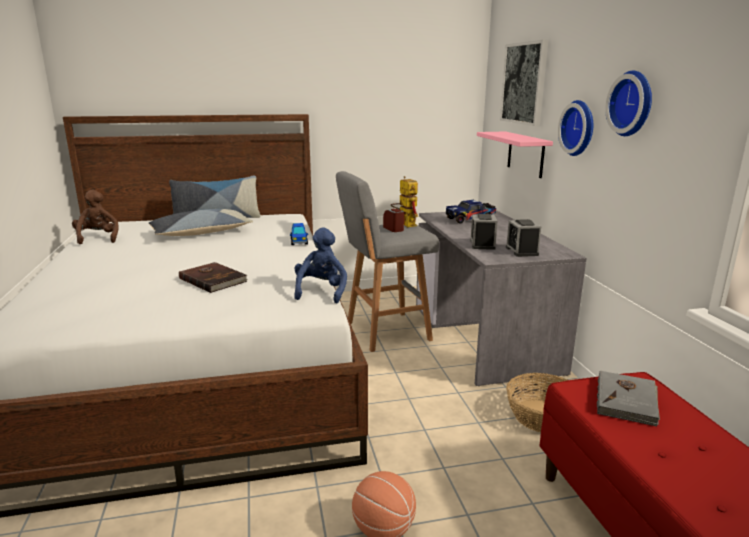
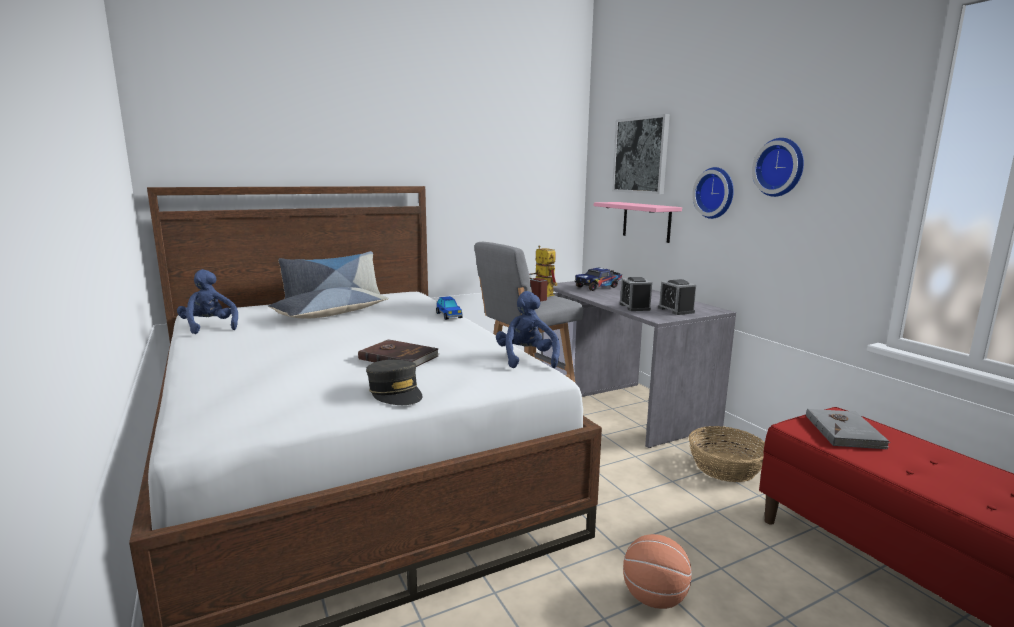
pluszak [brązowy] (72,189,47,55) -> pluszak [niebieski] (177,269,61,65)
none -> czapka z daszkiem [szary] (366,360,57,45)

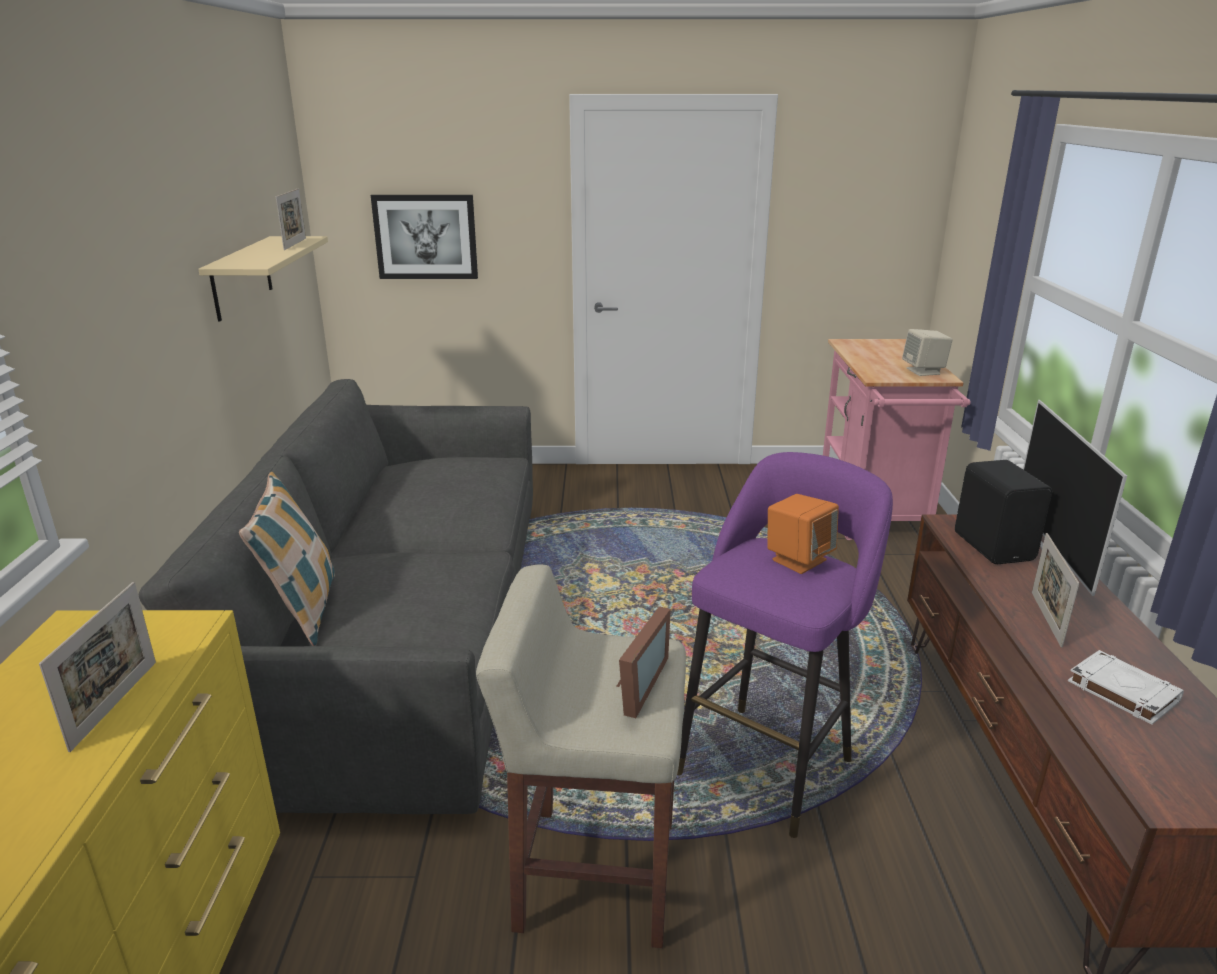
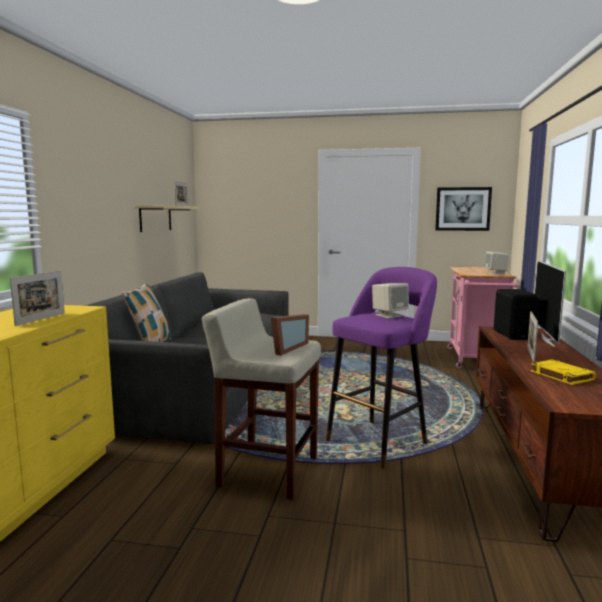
obraz (371,195,107,84) -> obraz (435,187,57,44), shifted
głośnik [pomarańczowy] (767,494,72,80) -> głośnik [beżowy] (372,283,37,35)
książka [biały] (1068,650,116,74) -> książka [żółty] (531,360,65,25)

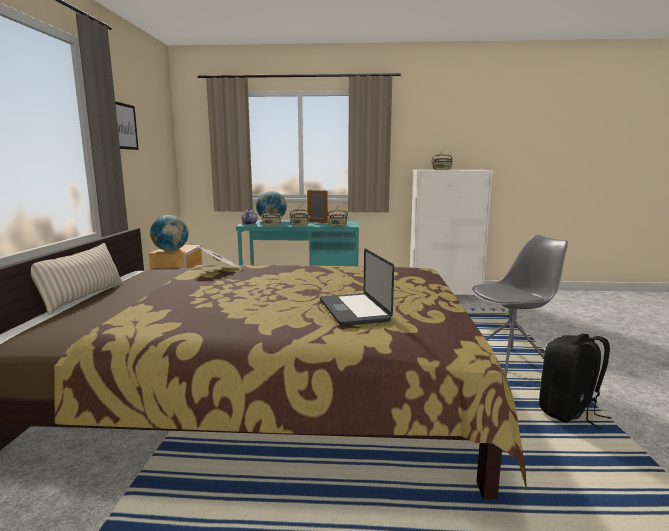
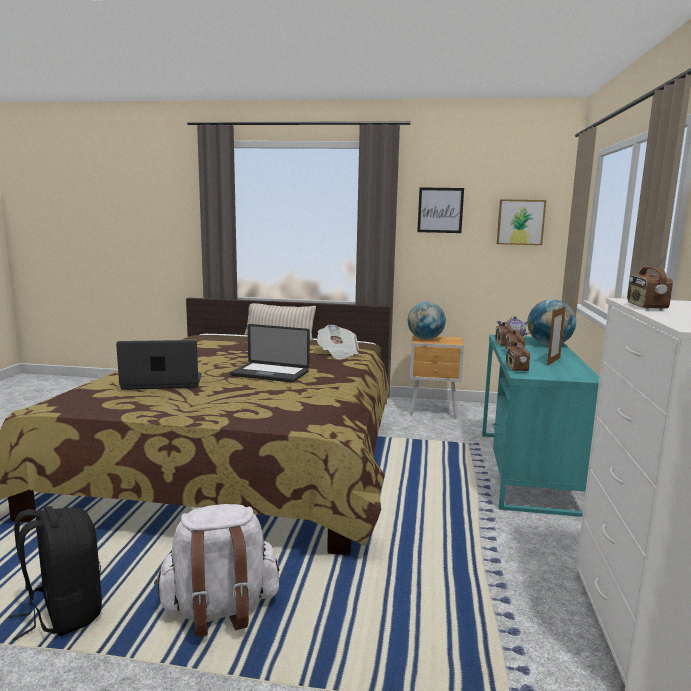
krzesło [szary] (471,235,97,143) -> plecak [biały] (154,504,125,133)
none -> laptop (230,324,80,58)
none -> obraz (497,199,49,46)

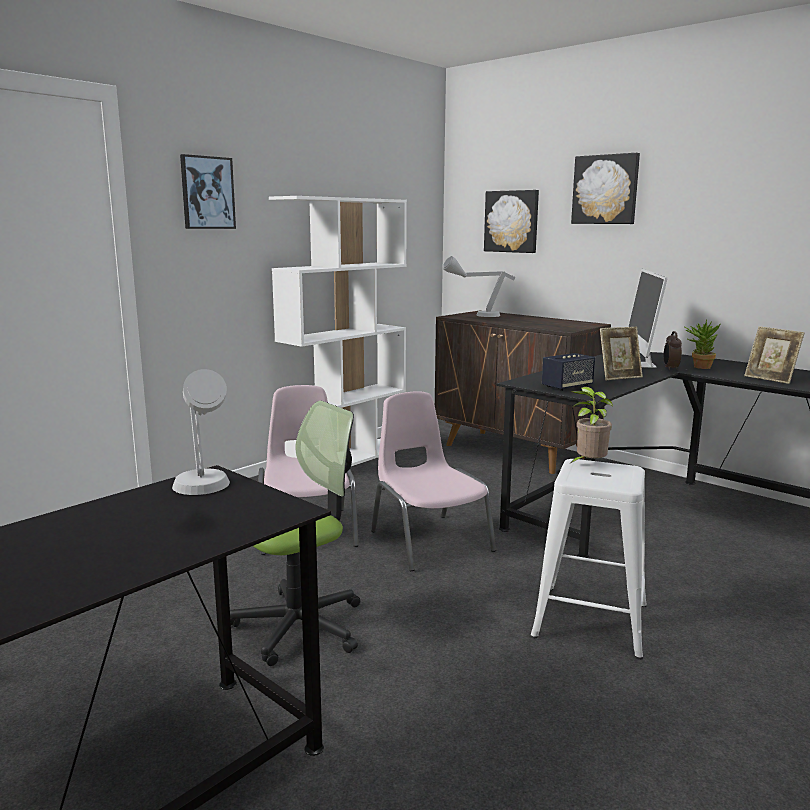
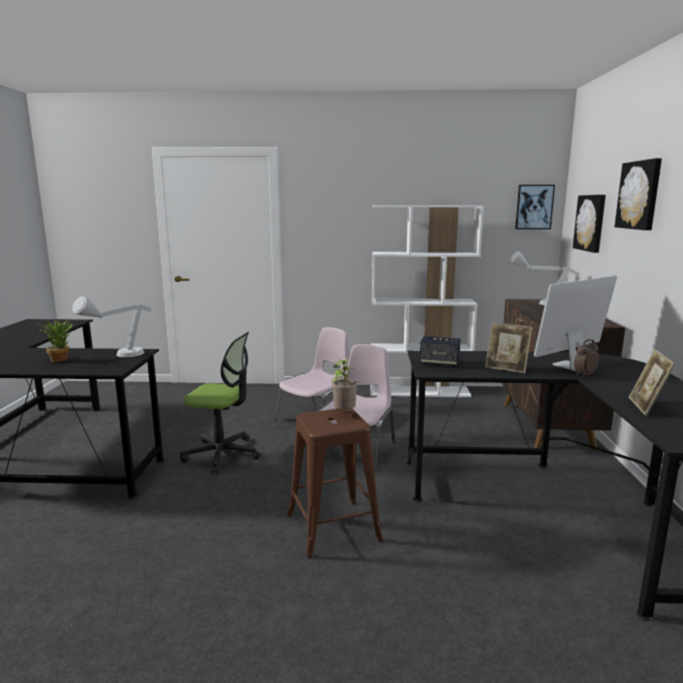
obraz (180,154,56,75) -> obraz (515,185,40,44), shifted
stołek [biały] (531,459,116,201) -> stołek [brązowy] (287,409,96,150)
roślina doniczkowa (685,319,36,50) -> roślina doniczkowa (38,318,35,44), shifted

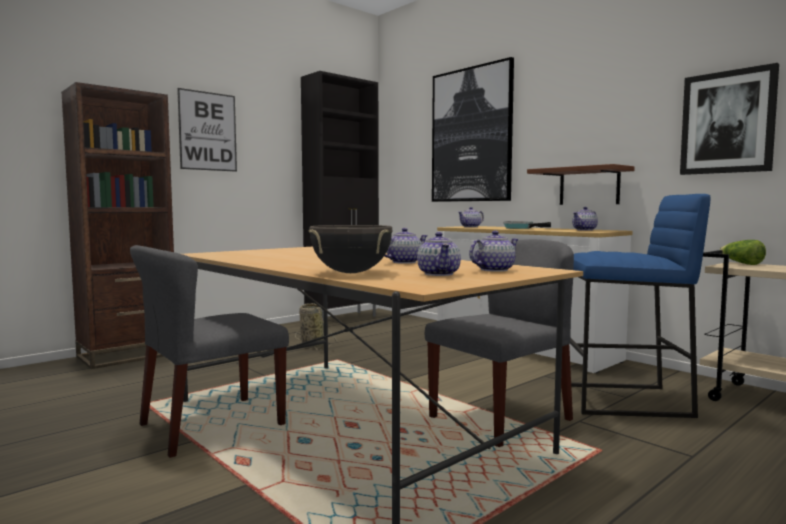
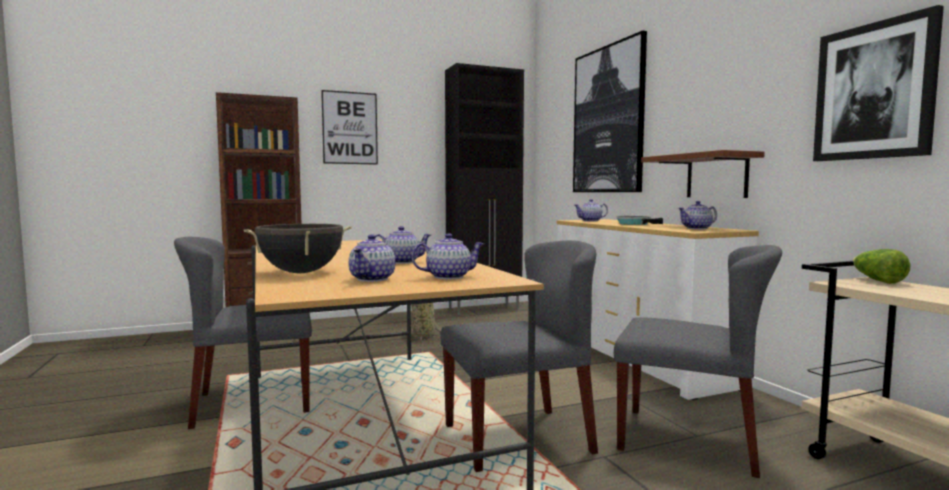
stołek [niebieski] (570,194,140,224) -> krzesło [szary] (614,245,168,233)

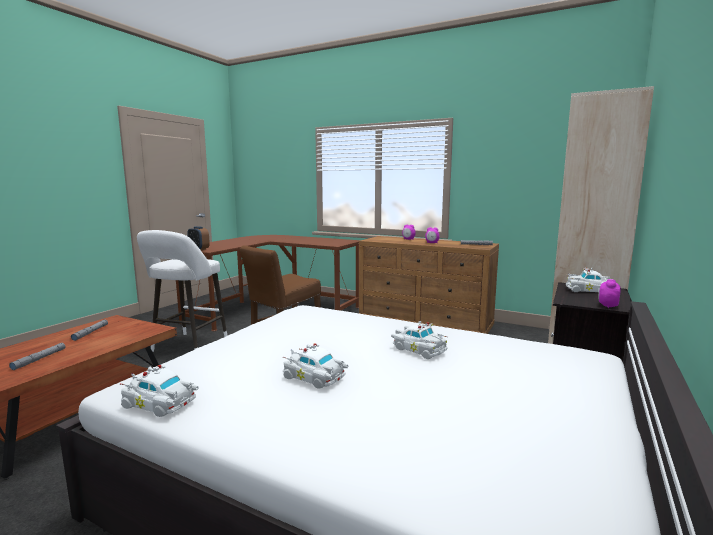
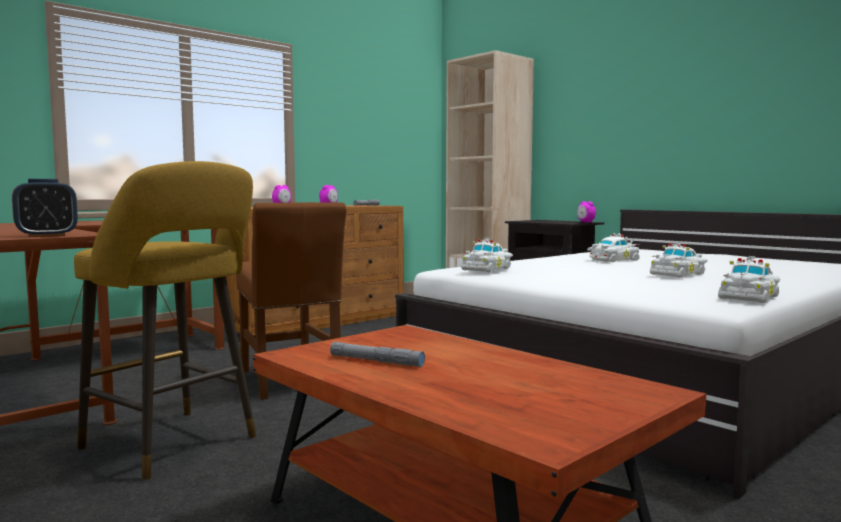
latarka [szary] (9,343,56,27) -> none
stołek [biały] (137,230,90,122) -> stołek [żółty] (74,161,182,319)
samochodzik [biały] (566,268,44,24) -> samochodzik [biały] (461,238,52,34), shifted

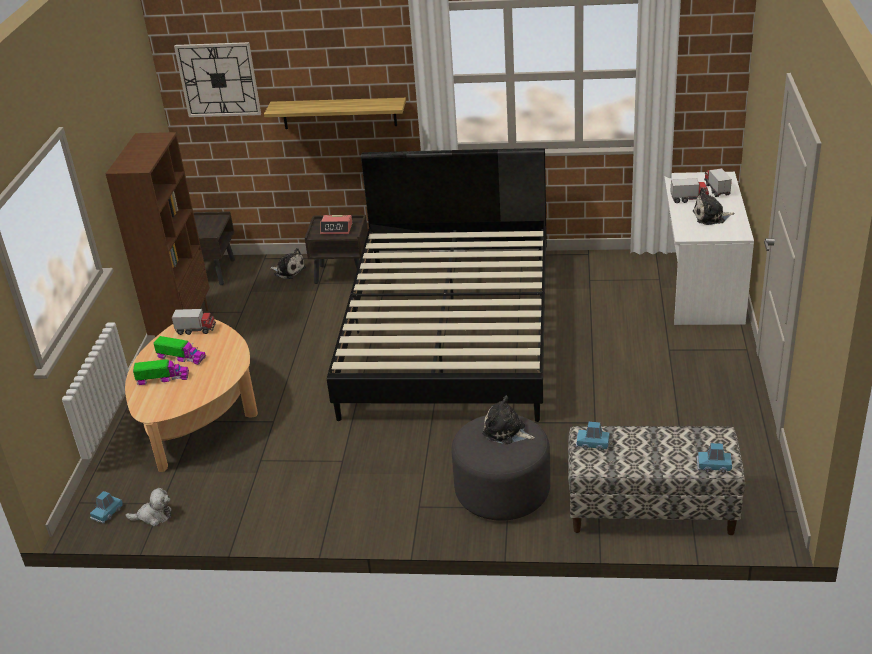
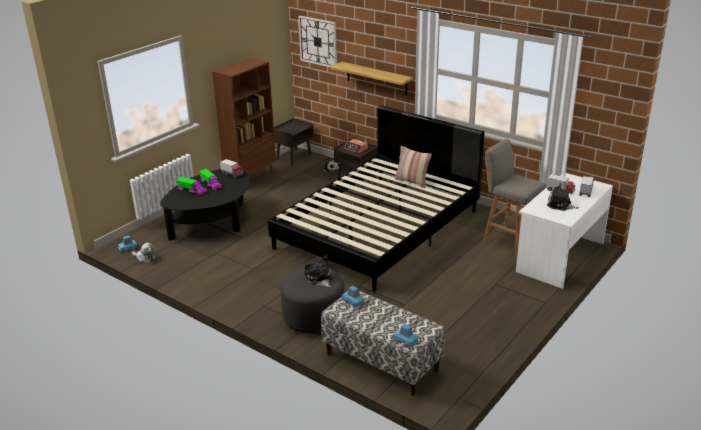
ława [beżowy] (125,319,133,153) -> ława [czarny] (160,168,90,73)
none -> poduszka (394,146,38,42)
none -> stołek [szary] (483,139,63,116)

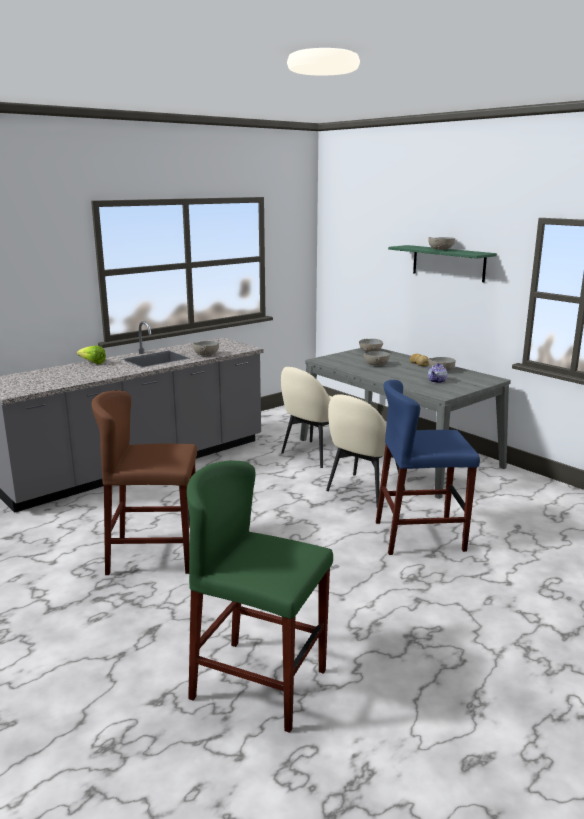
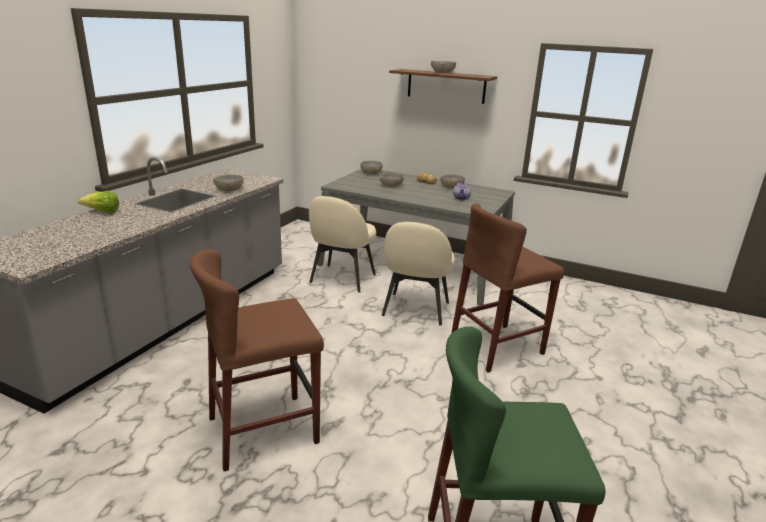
stołek [niebieski] (376,380,104,175) -> stołek [brązowy] (451,204,113,169)
półka [zielony] (388,245,109,37) -> półka [brązowy] (389,69,108,35)

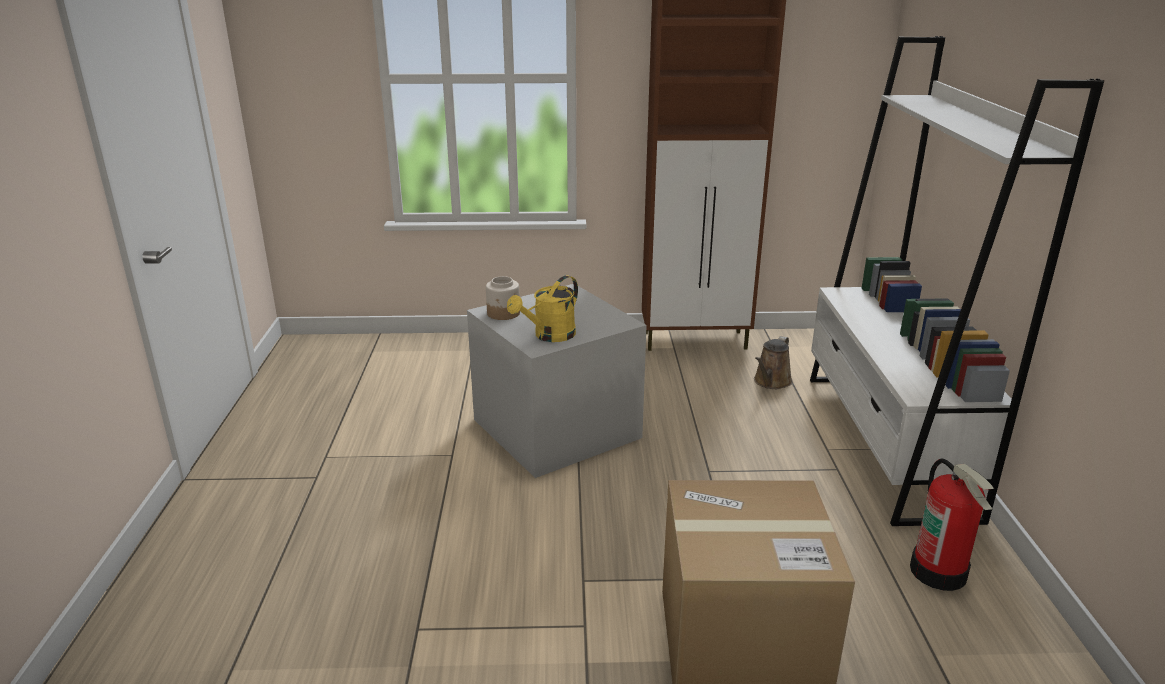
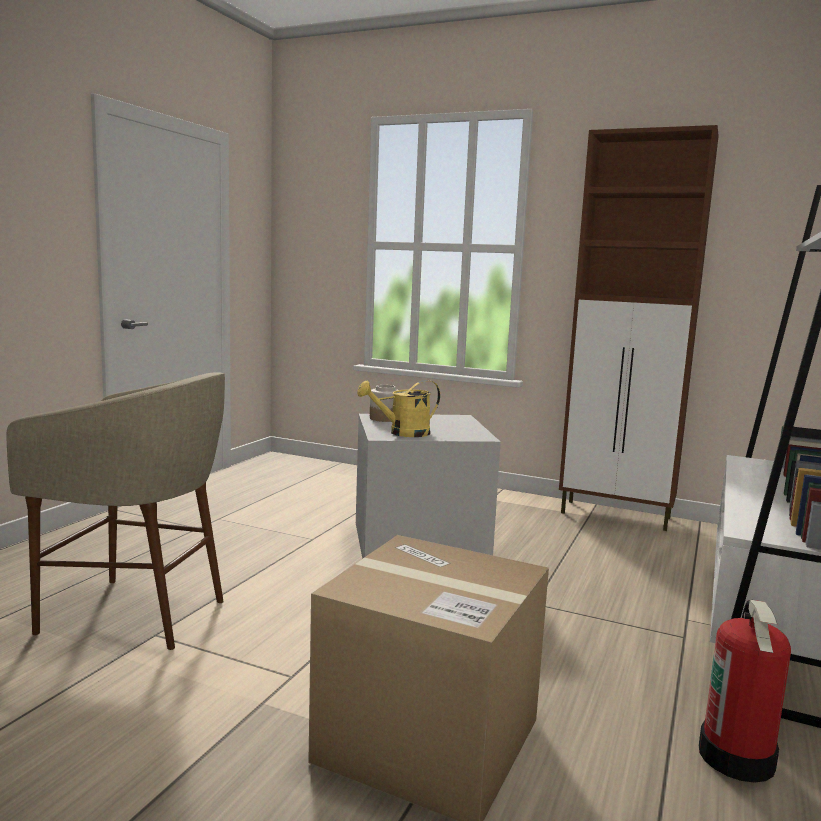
konewka [brązowy] (754,336,39,53) -> none
none -> stołek [beżowy] (6,372,219,278)

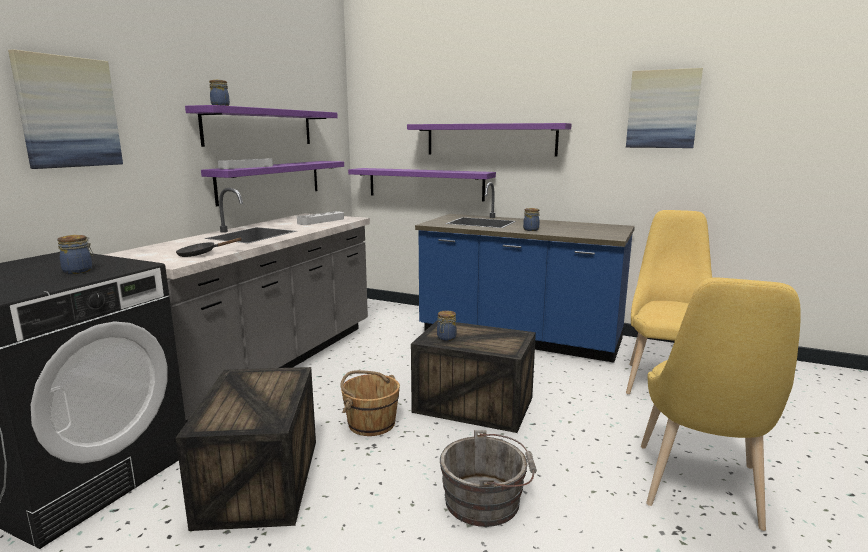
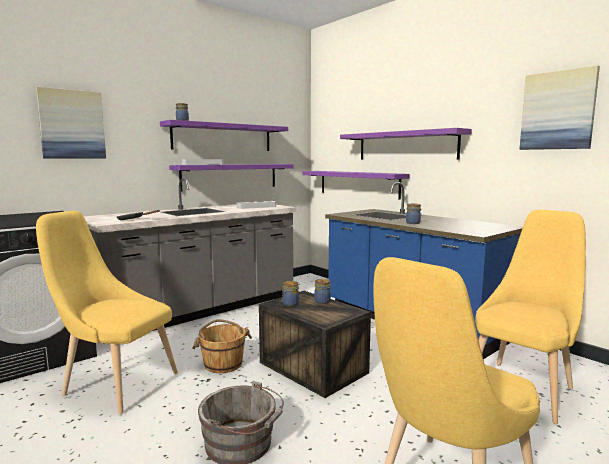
słoik (57,235,36,39) -> słoik (314,279,17,25), shifted
skrzynka (176,367,140,164) -> krzesło [żółty] (36,211,142,204)

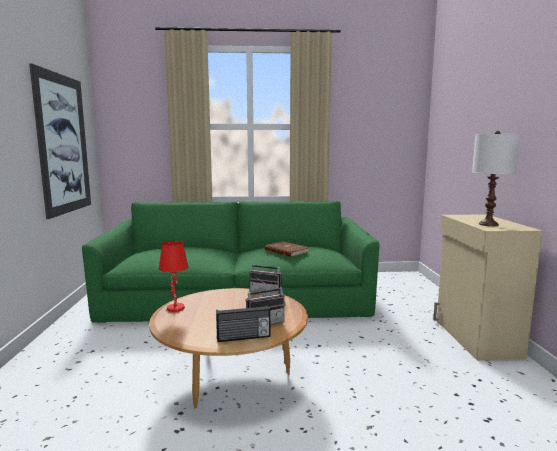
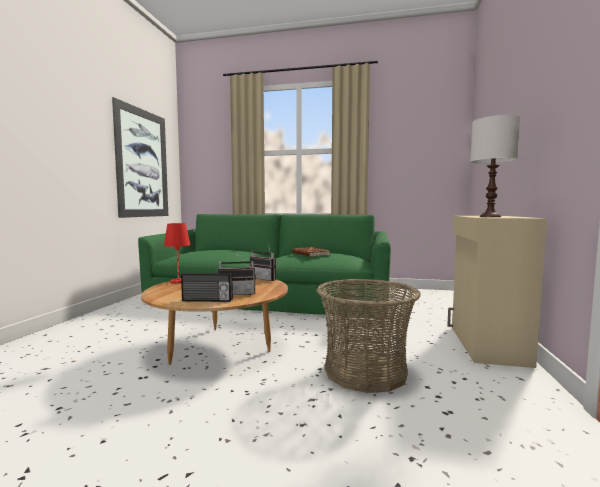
none -> koszyk (316,279,105,114)

